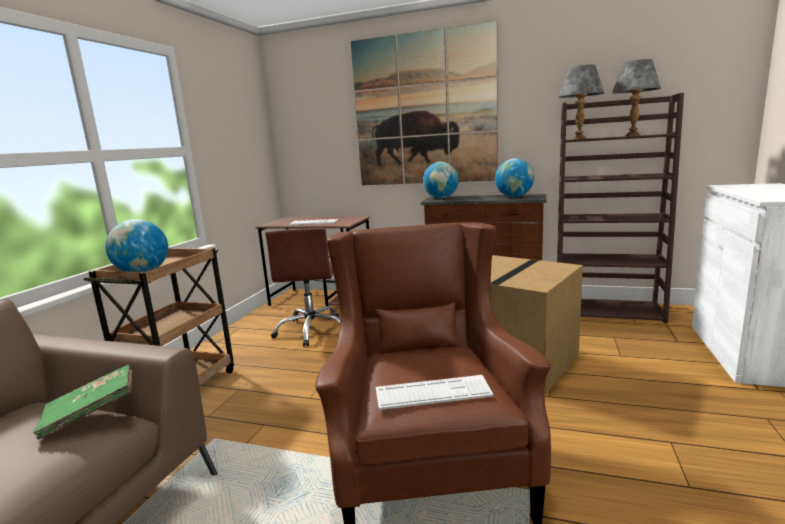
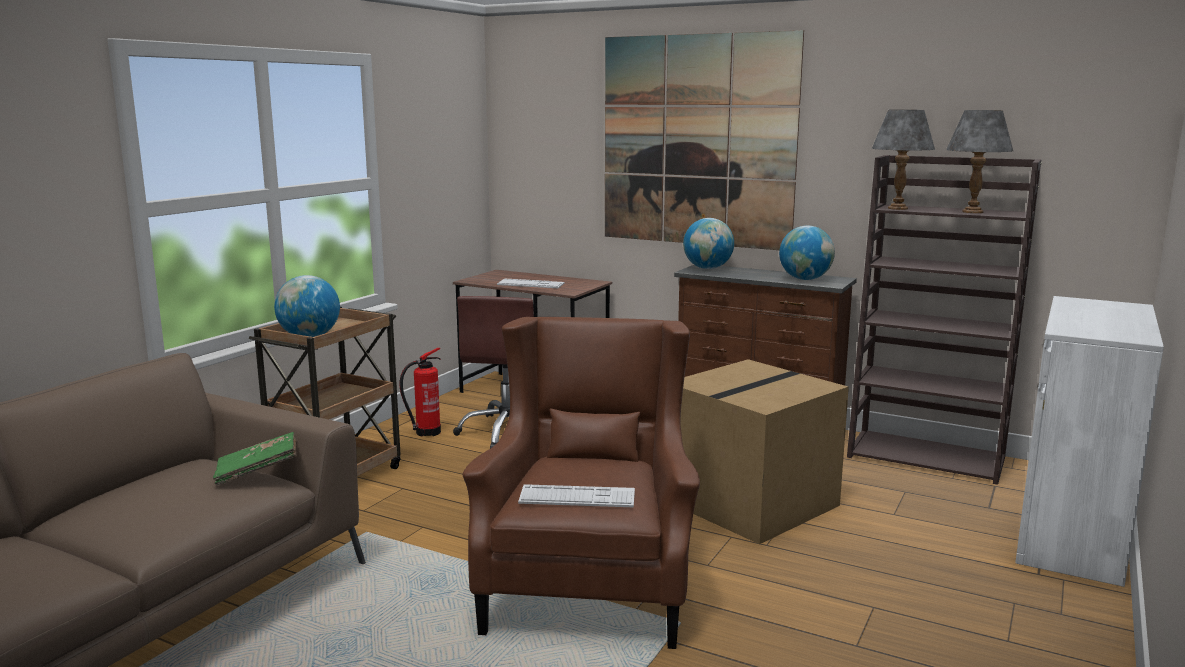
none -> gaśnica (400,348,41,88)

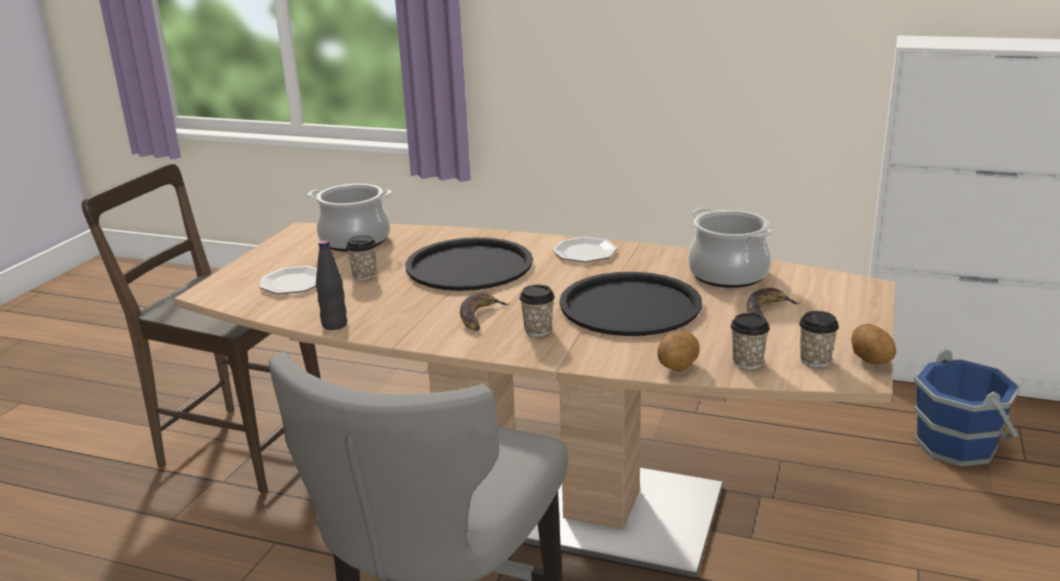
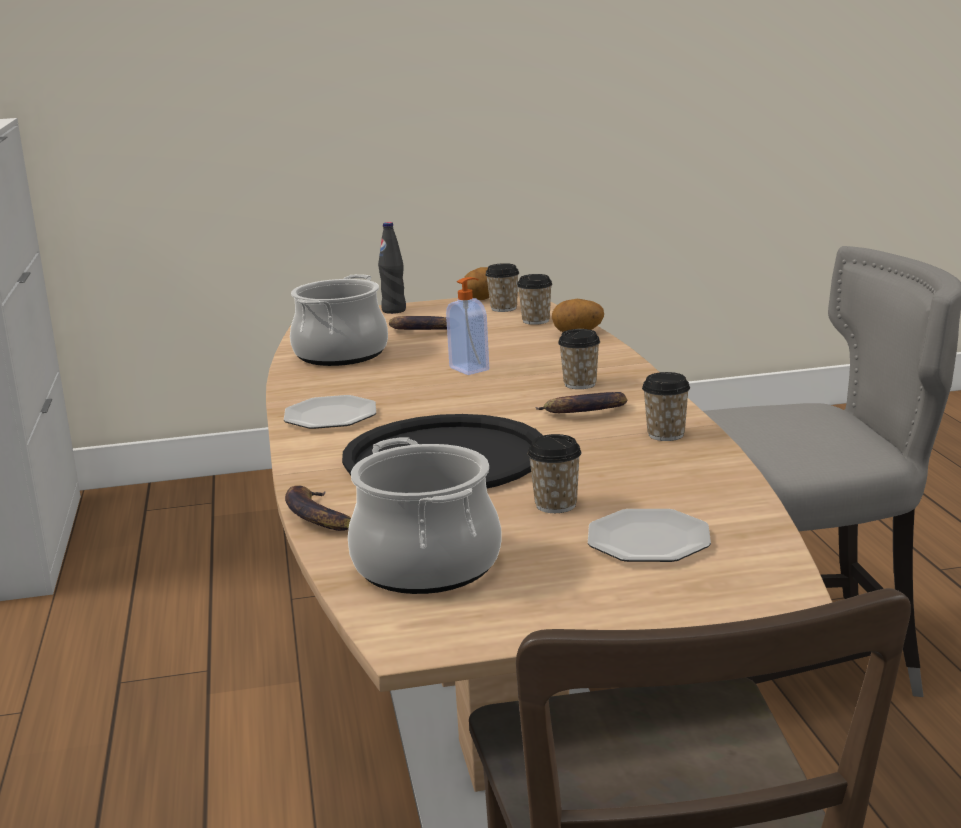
butelka [czarny] (316,240,31,90) -> butelka [czarny] (378,222,28,92), shifted
taca [czarny] (559,272,143,64) -> dozownik mydła (446,277,43,98)
wiadro [niebieski] (914,348,107,118) -> none
none -> banan (285,485,66,46)
none -> filiżanka (642,372,48,69)

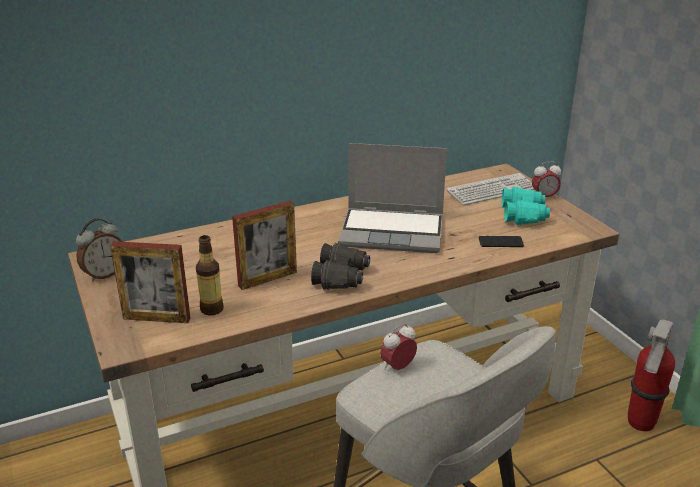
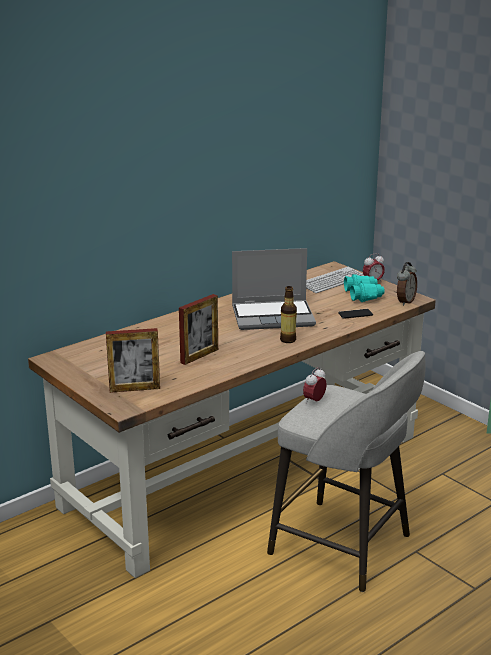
budzik (76,218,47,63) -> budzik (397,262,20,44), shifted
butelka (196,235,28,80) -> butelka (280,286,17,57), shifted
lornetka [czarny] (311,243,59,47) -> none
gaśnica (628,319,47,112) -> none

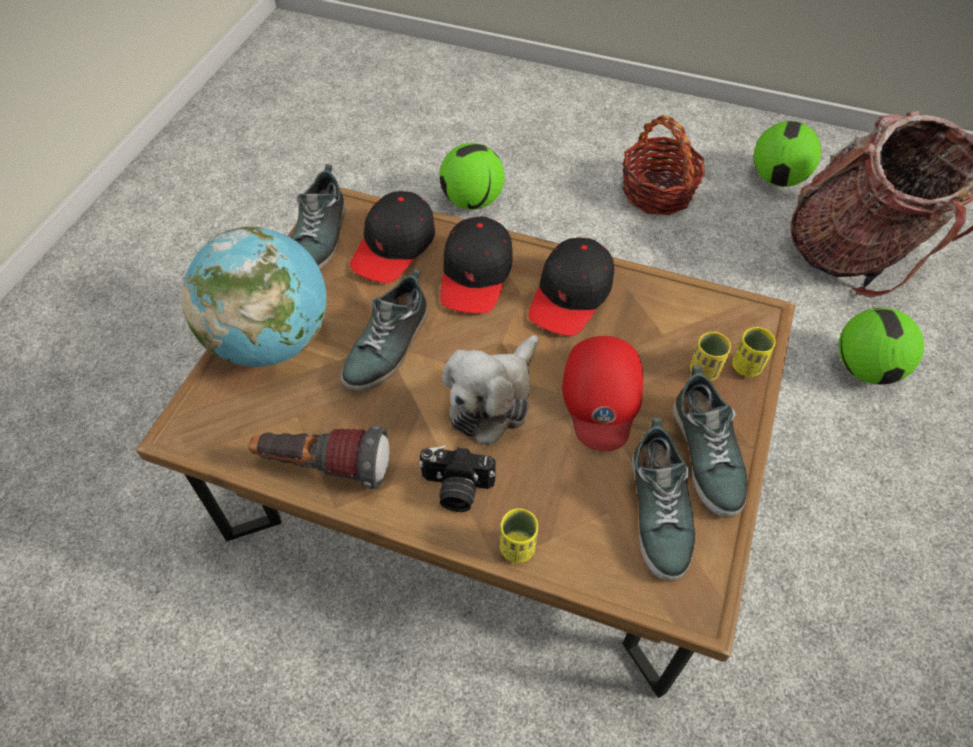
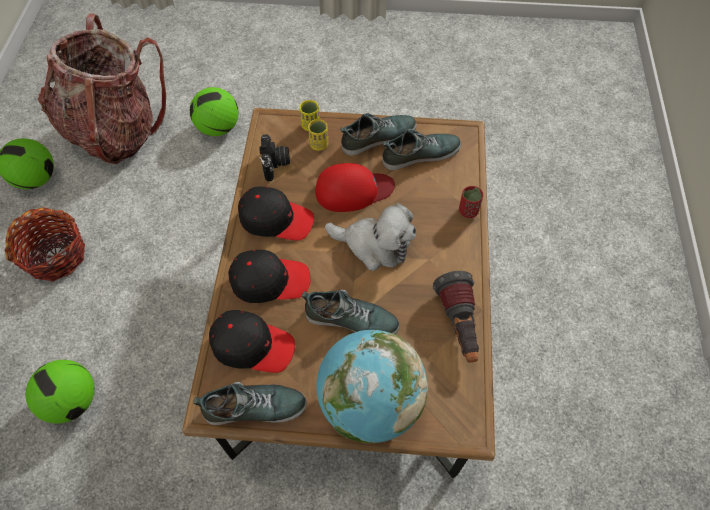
aparat fotograficzny (418,445,78,67) -> aparat fotograficzny (259,135,31,46), shifted
filiżanka [żółty] (500,508,38,55) -> filiżanka [czerwony] (459,186,24,32)

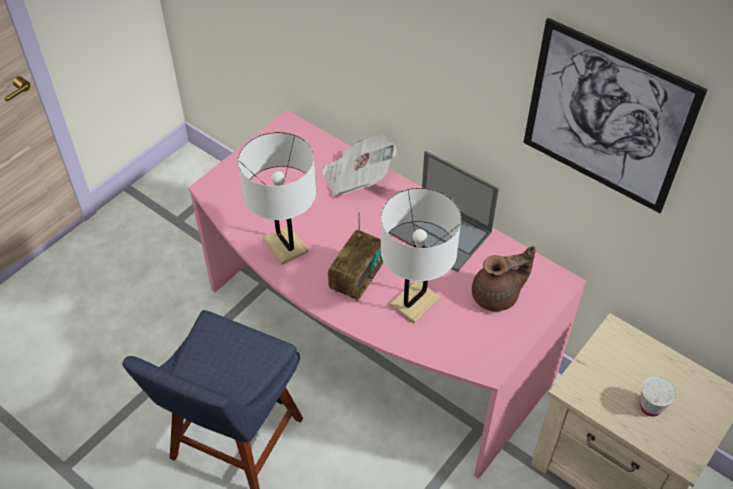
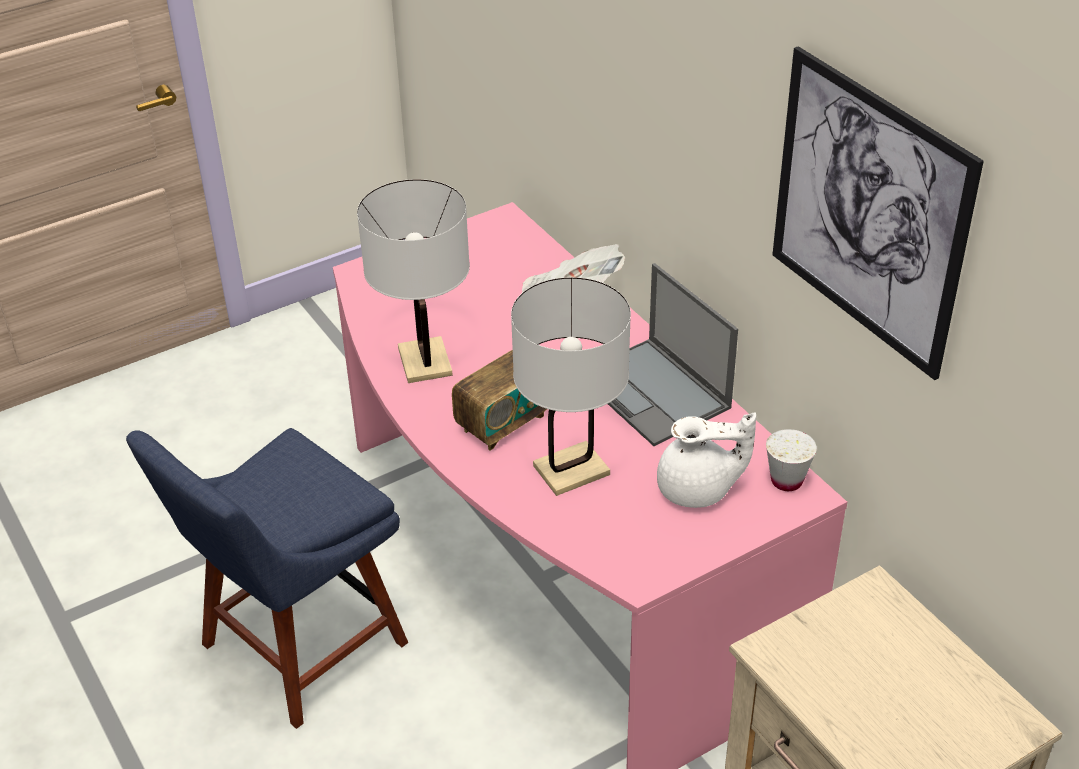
imbryk [brązowy] (472,246,64,66) -> imbryk [biały] (657,412,99,96)
filiżanka [biały] (640,376,36,41) -> filiżanka [biały] (766,429,51,62), shifted

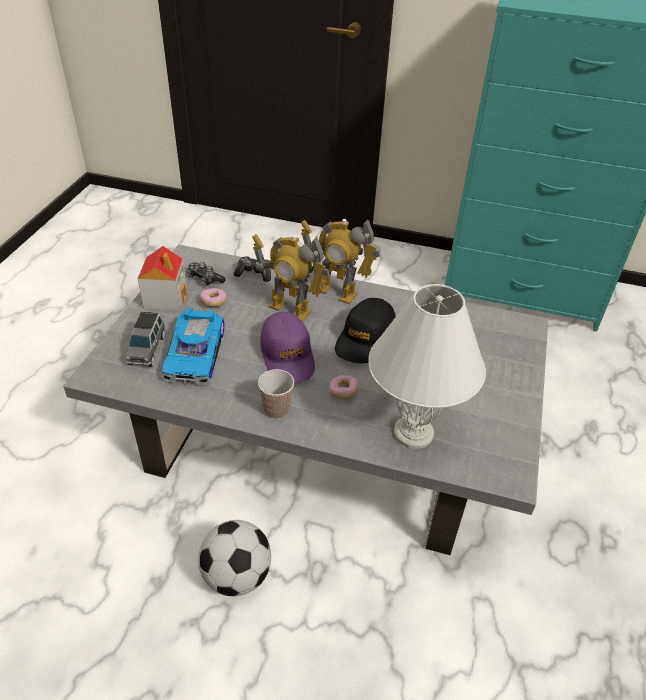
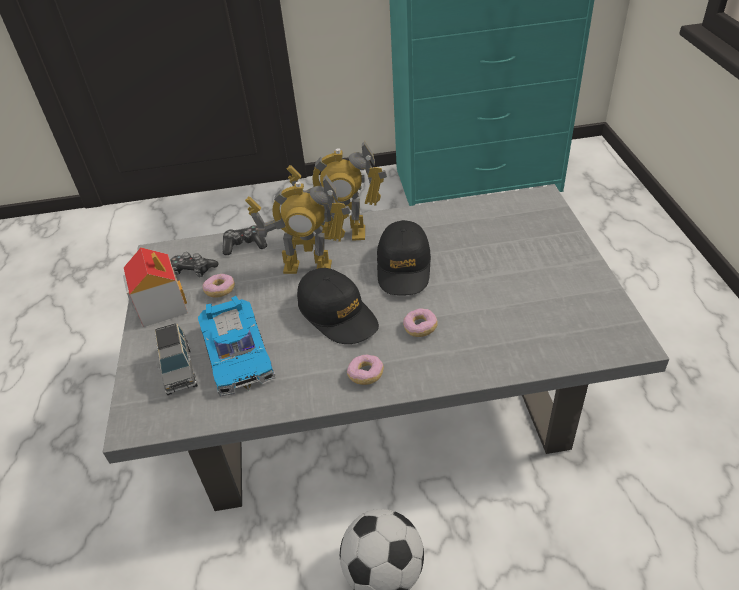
filiżanka (258,369,36,50) -> donut (347,355,37,30)
czapka z daszkiem [fioletowy] (260,312,55,71) -> czapka z daszkiem [czarny] (297,268,82,76)
lampa stołowa [biały] (368,284,118,165) -> none

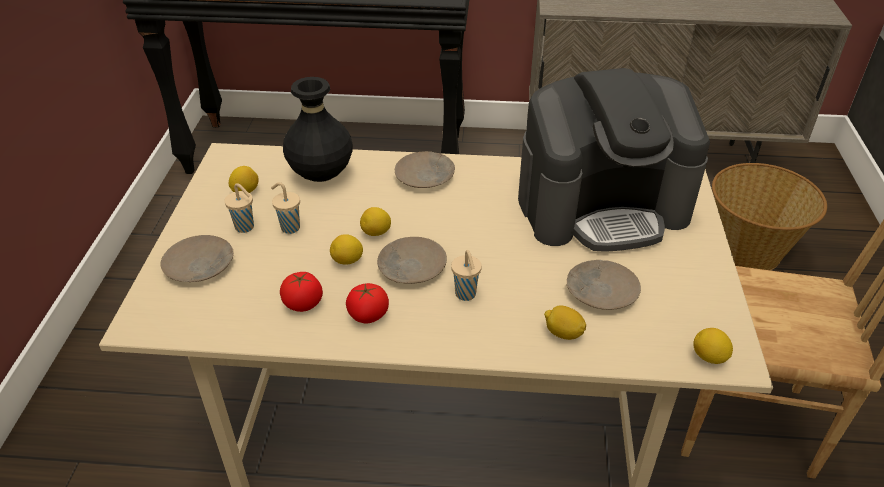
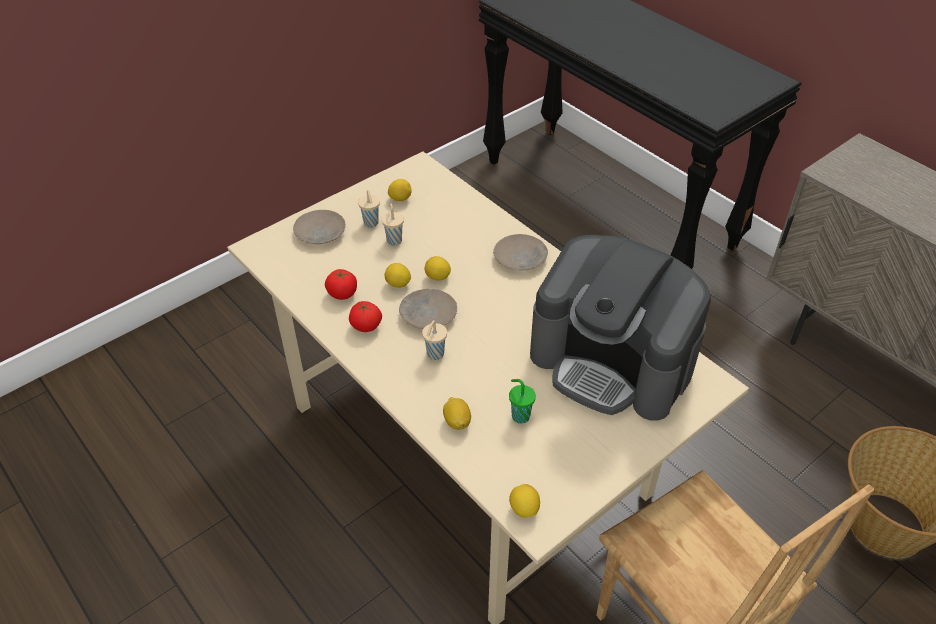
wazon [czarny] (283,77,70,105) -> none
talerz [beżowy] (567,260,74,50) -> filiżanka [zielony] (509,379,27,45)

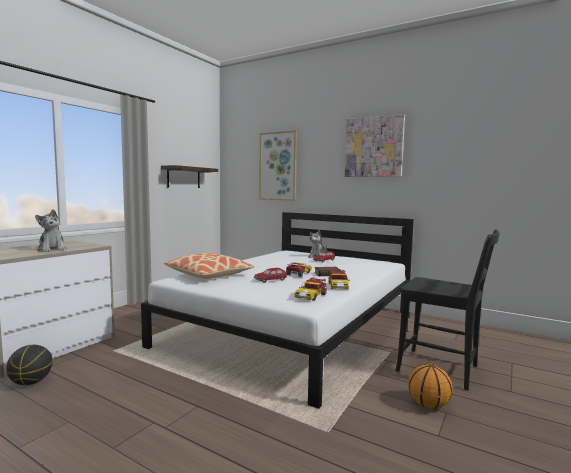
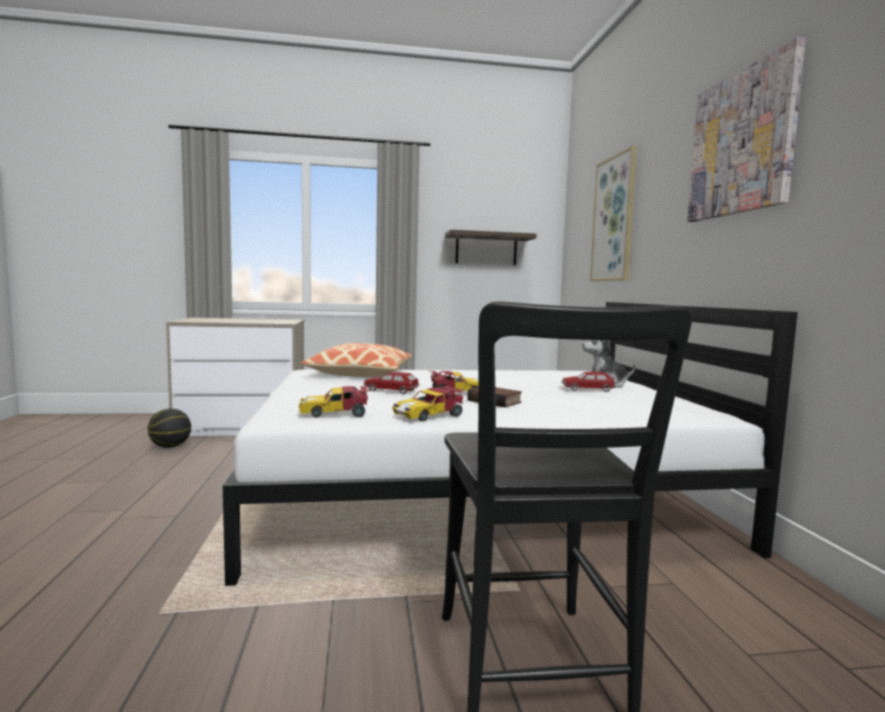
pluszak (35,209,32,43) -> none
piłka do koszykówki (408,364,45,45) -> none

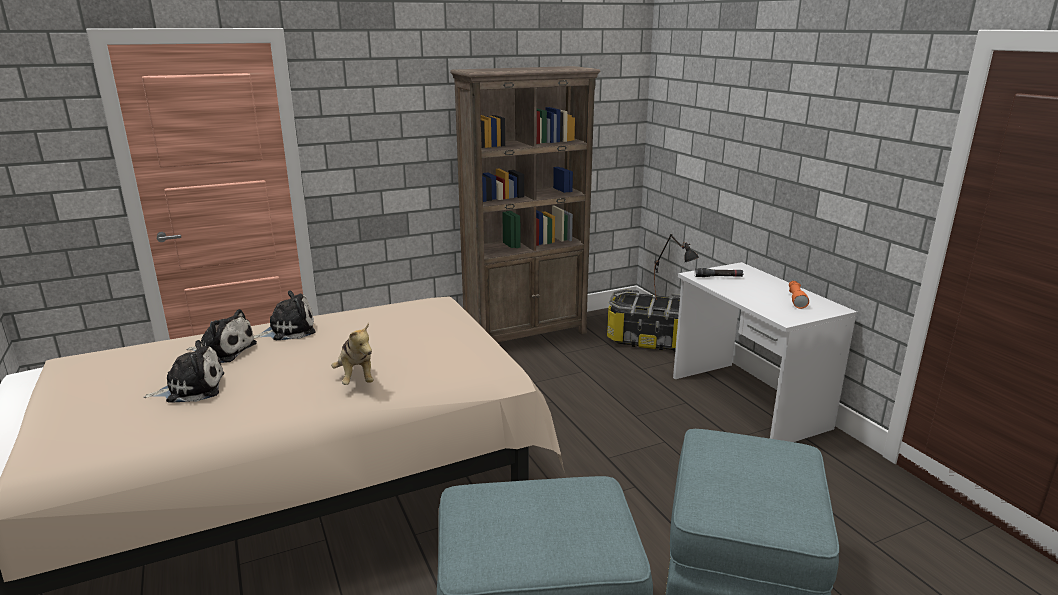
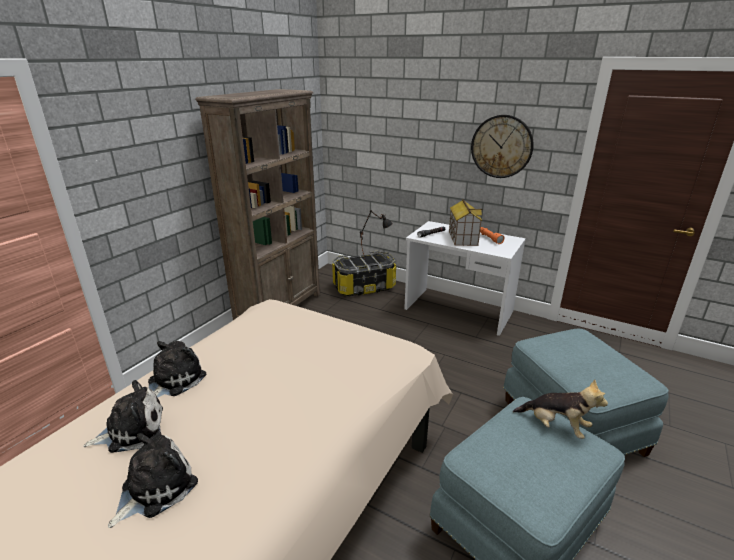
pluszak (331,323,43,62) -> pluszak (513,379,95,60), shifted
none -> domek (449,199,34,47)
none -> zegar ścienny (471,115,63,63)

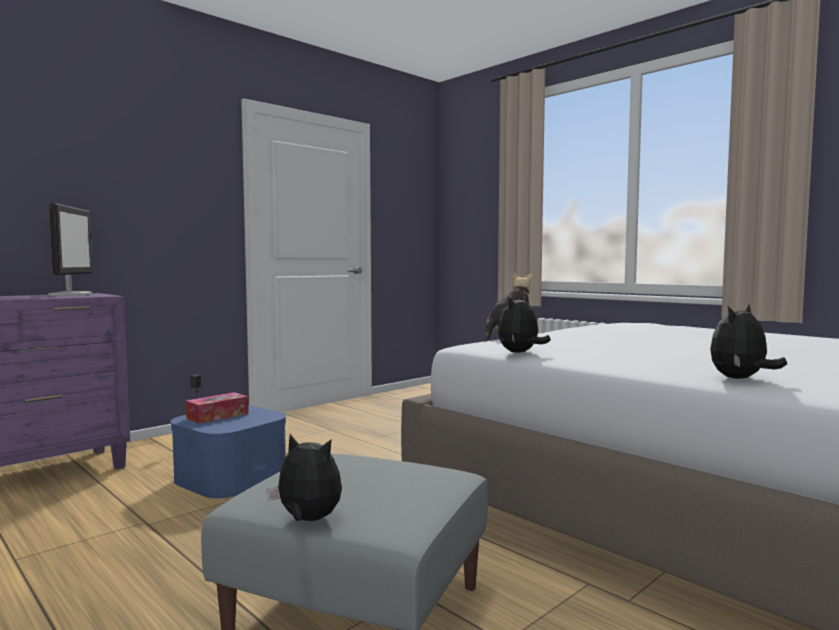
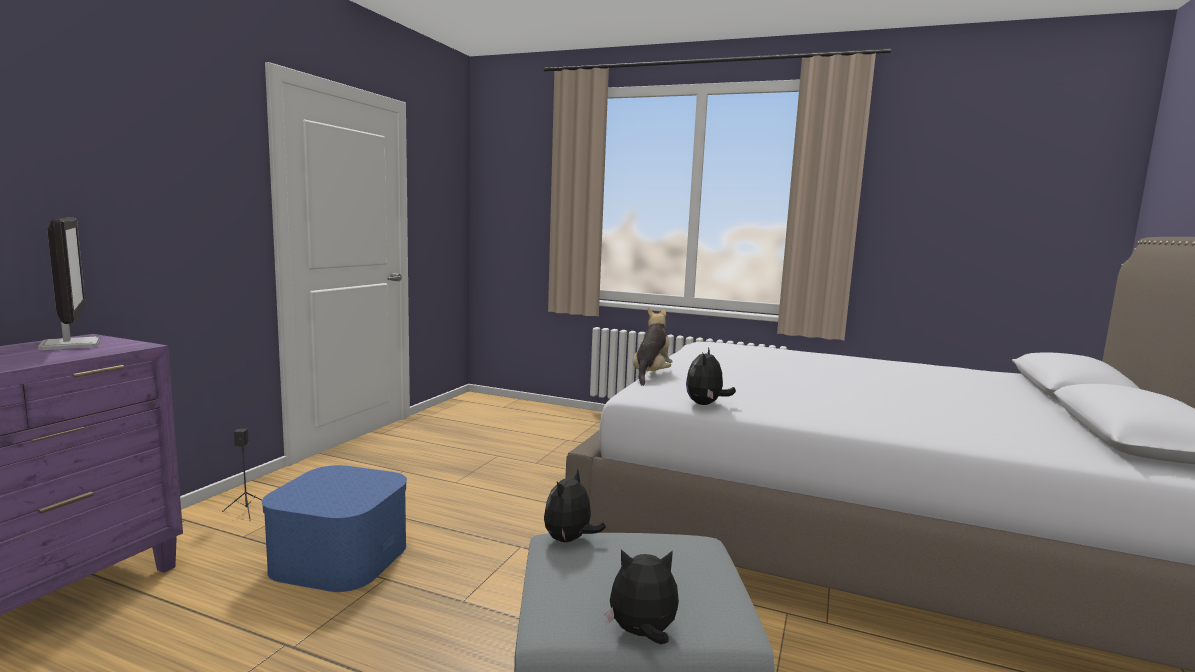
pudełko chusteczek (186,392,63,32) -> none
pluszak (710,304,77,75) -> pluszak (544,468,62,74), shifted

